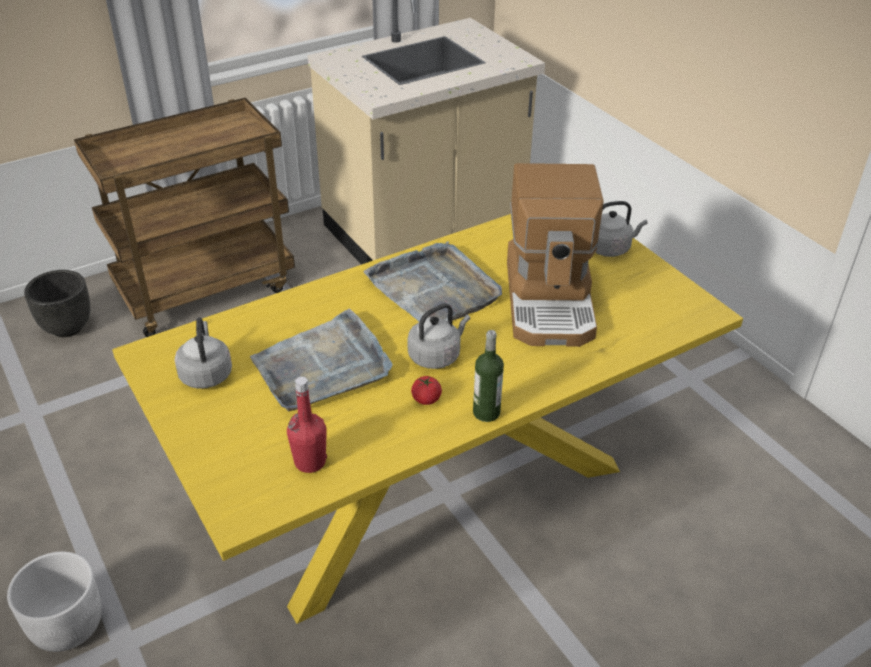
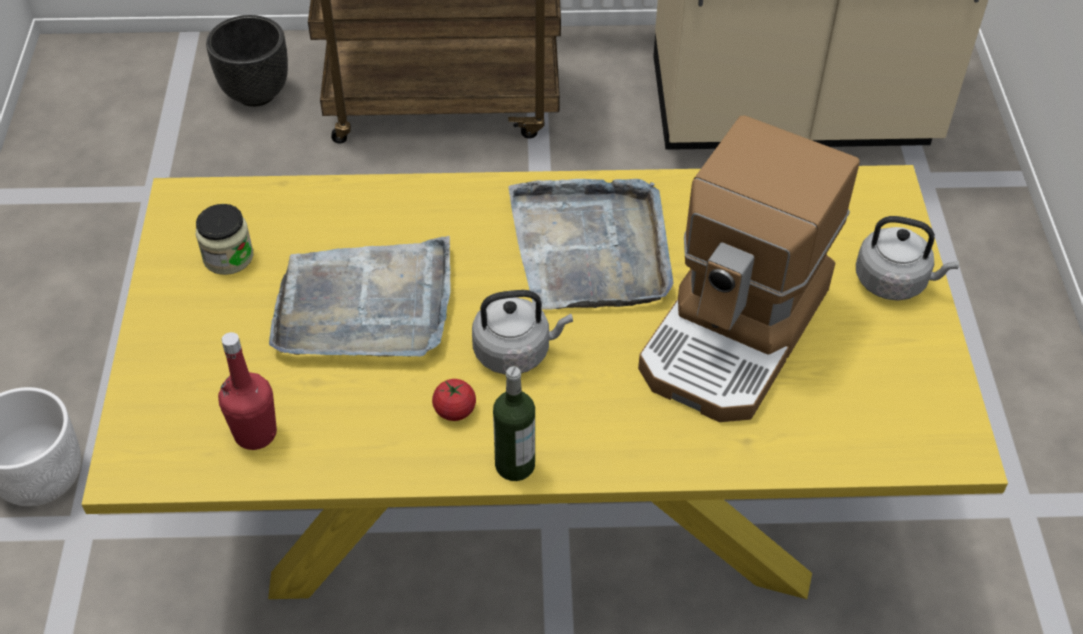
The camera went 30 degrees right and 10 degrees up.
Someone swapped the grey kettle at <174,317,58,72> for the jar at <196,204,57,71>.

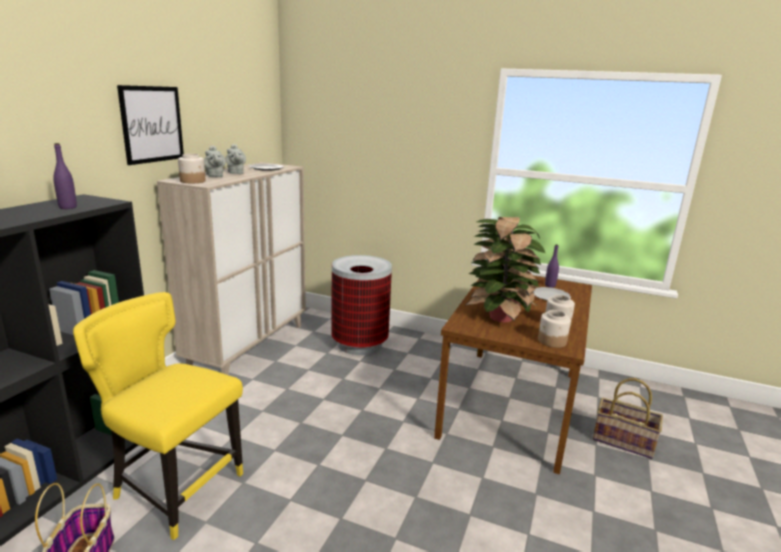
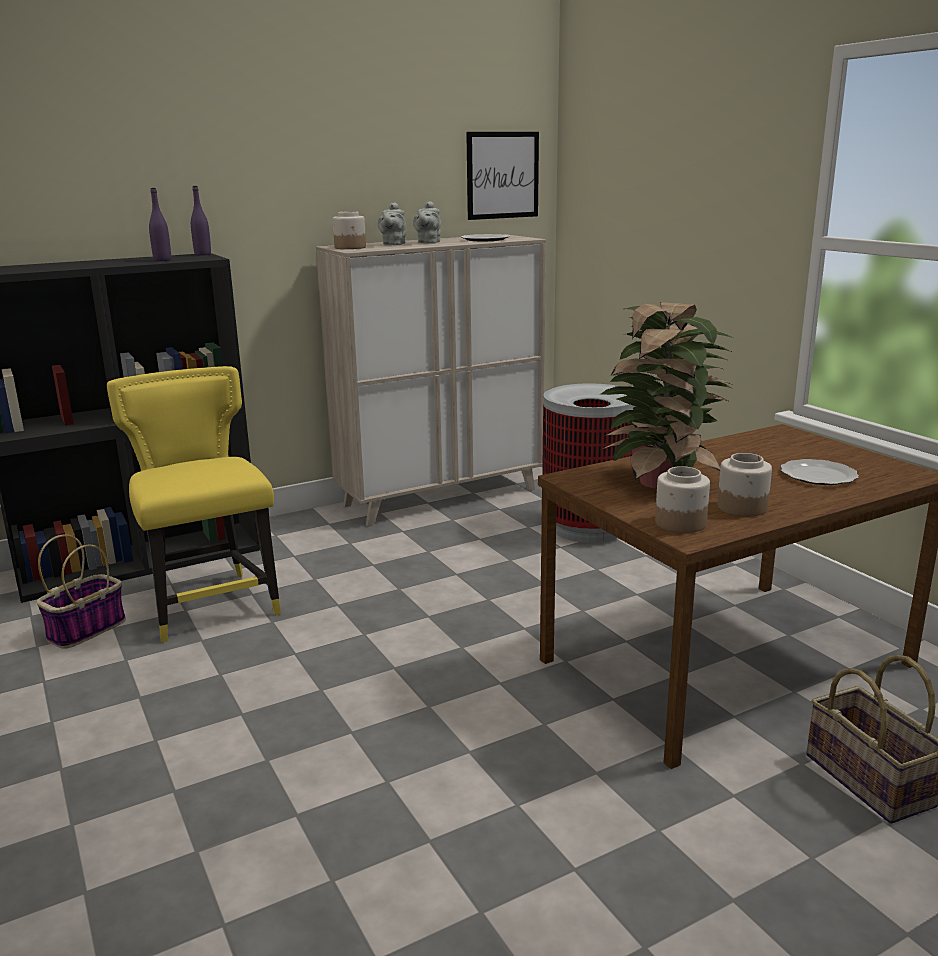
The camera went 40 degrees right and 0 degrees up.
Someone carried the purple bottle from <545,245,14,42> to <191,186,20,69>.
Someone carried the picture from <117,85,67,80> to <466,132,73,88>.

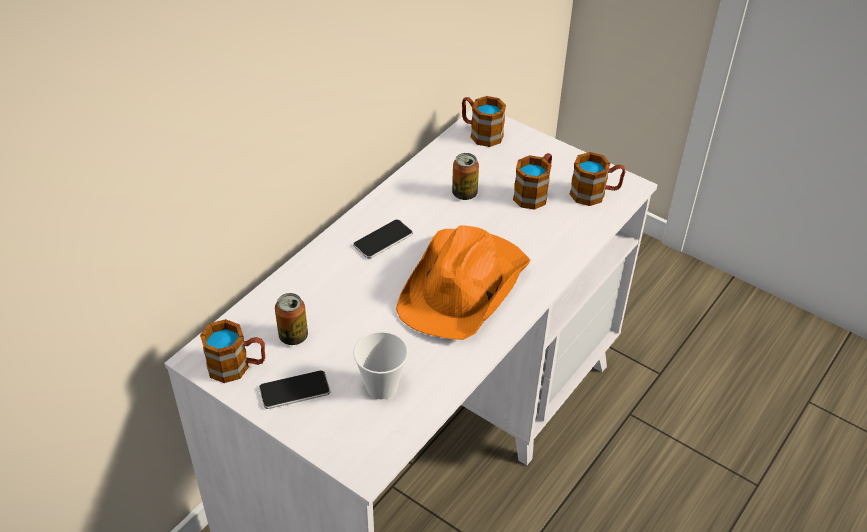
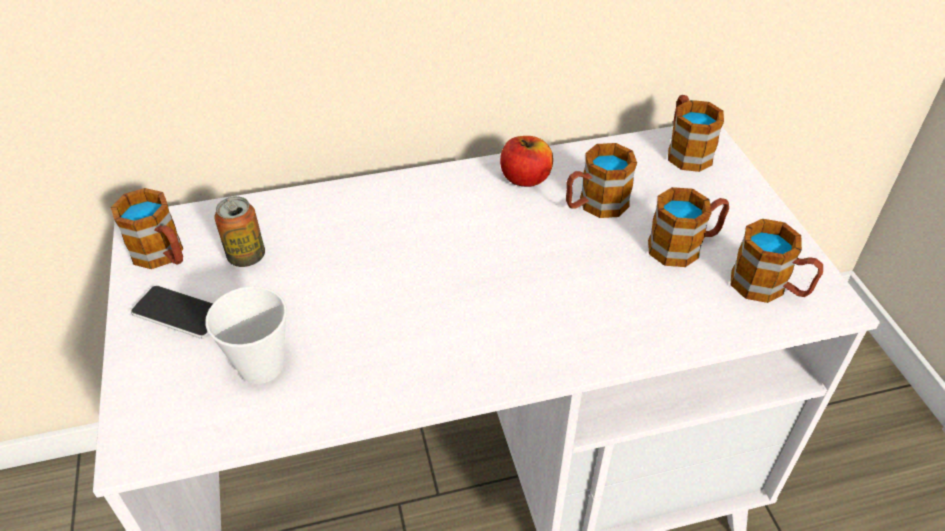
The camera went 40 degrees right and 0 degrees up.
Someone put down the apple at <500,136,53,51>.
Someone swapped the can at <452,153,27,47> for the mug at <566,143,71,75>.
Someone took away the phone at <353,219,60,40>.
Someone took away the orange hat at <396,225,134,115>.

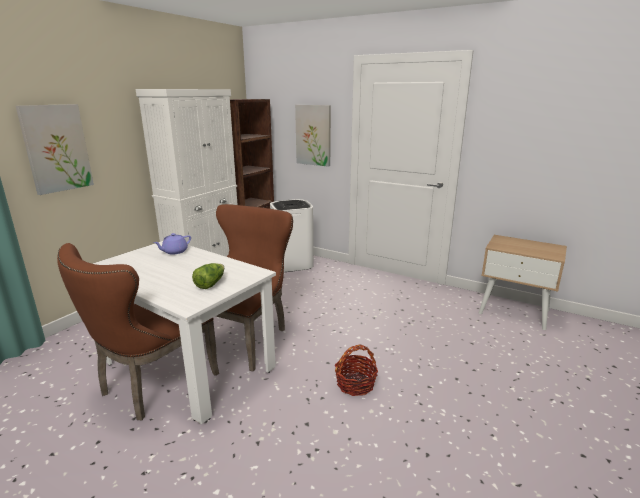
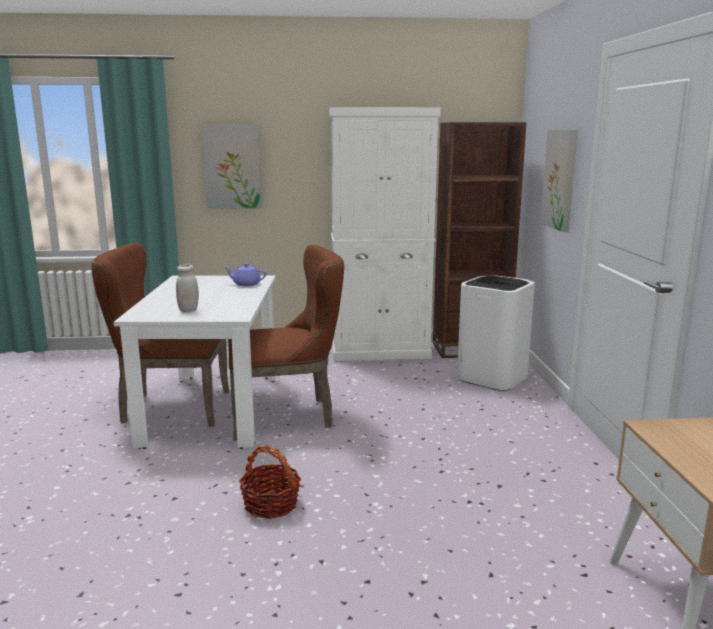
The camera went 55 degrees right and 5 degrees down.
Someone swapped the lettuce at <192,263,32,26> for the white jar at <176,264,23,49>.

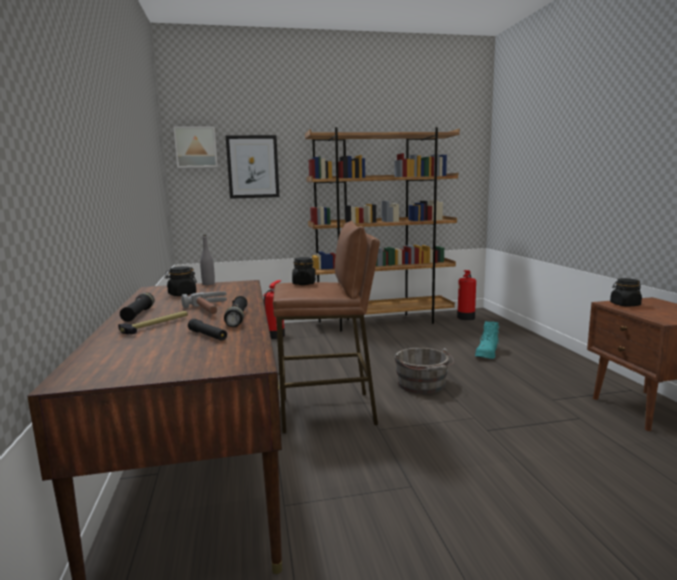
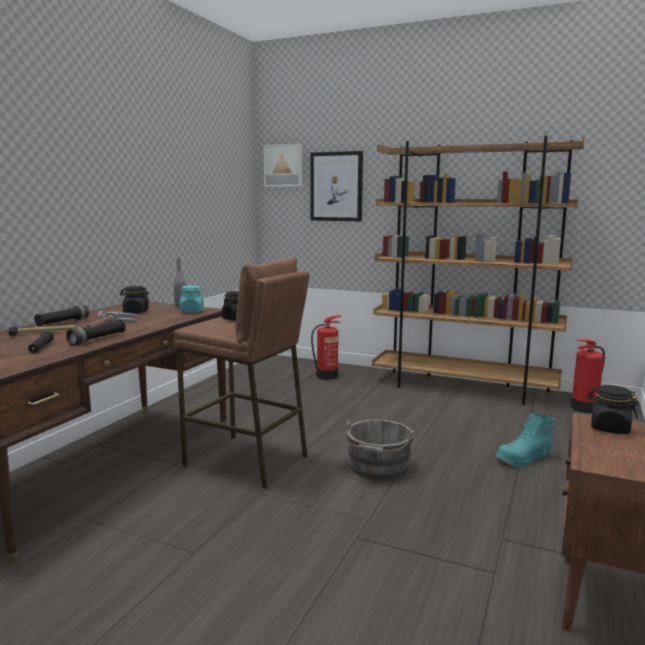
The camera went 35 degrees right and 0 degrees up.
Someone put down the turquoise jar at <180,285,24,28>.

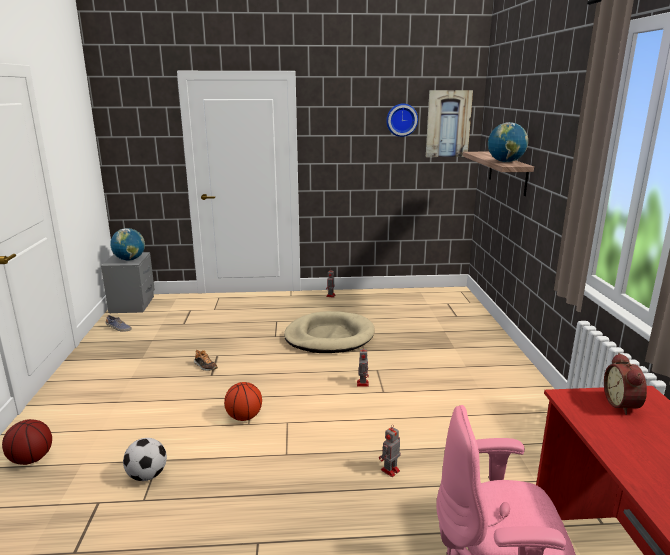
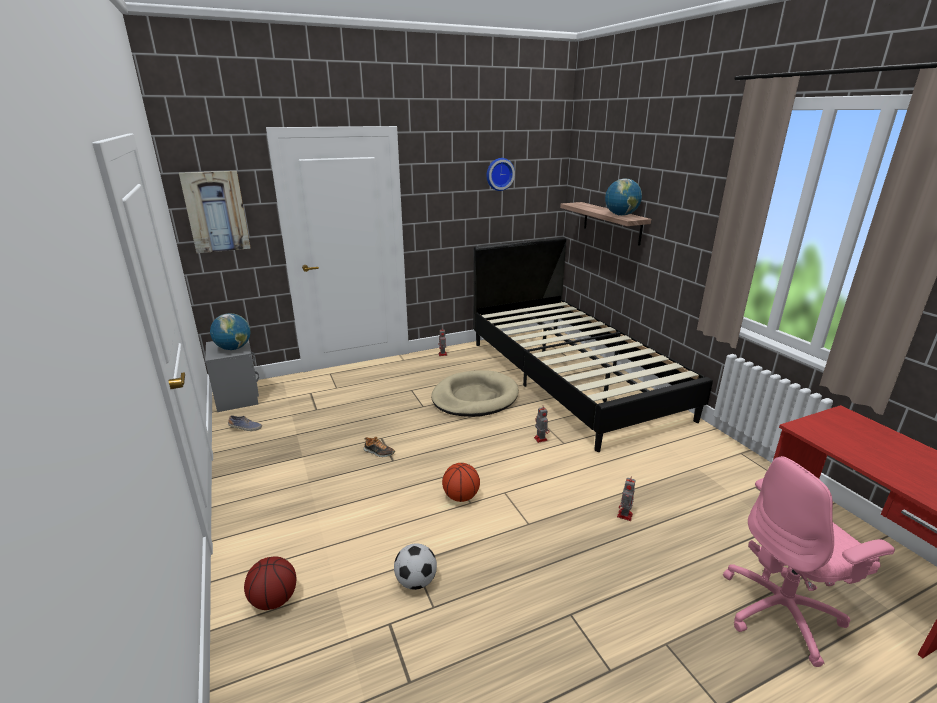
The camera went 20 degrees left and 5 degrees up.
Someone carried the picture from <426,90,47,67> to <179,171,72,82>.
Someone put down the black bed at <473,237,240,215>.
Someone took away the alarm clock at <604,353,43,62>.

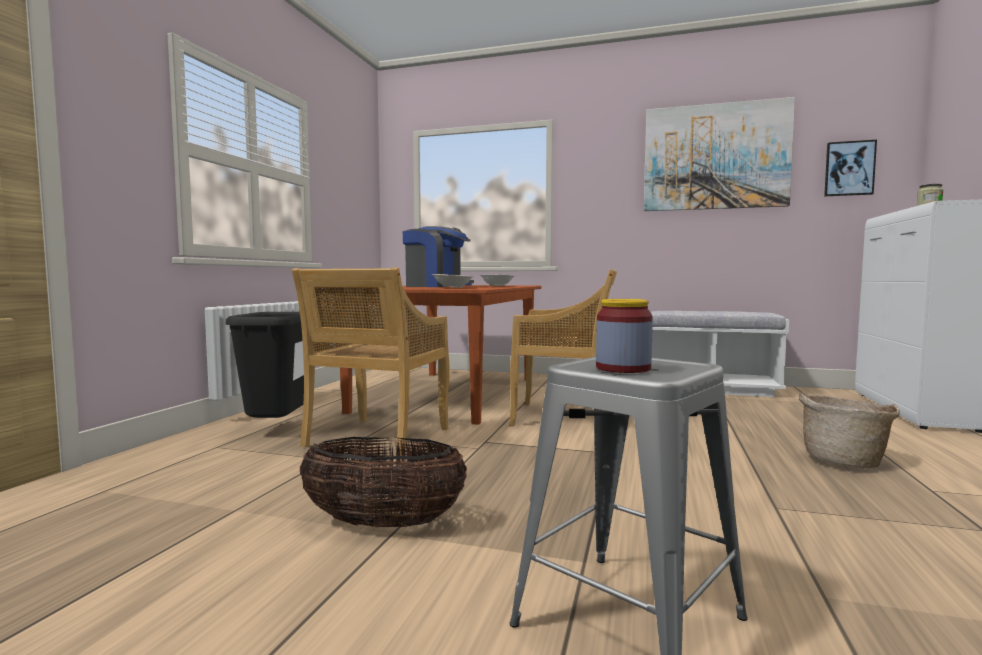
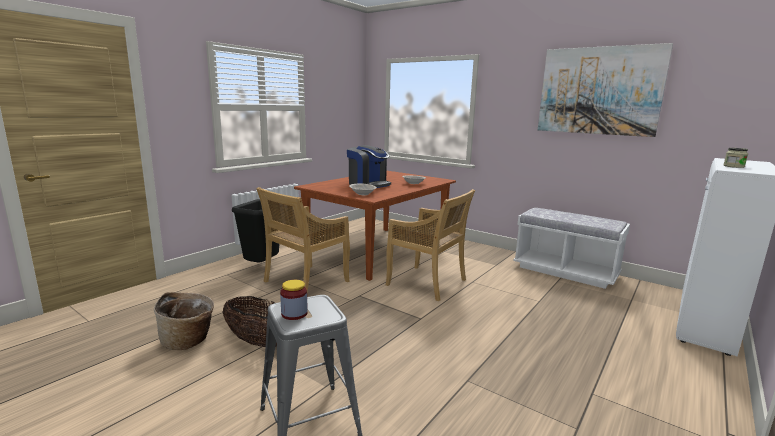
The camera went 20 degrees right and 10 degrees up.
Someone carried the basket from <799,393,101,75> to <154,292,60,58>.
Someone took away the picture at <824,140,53,56>.

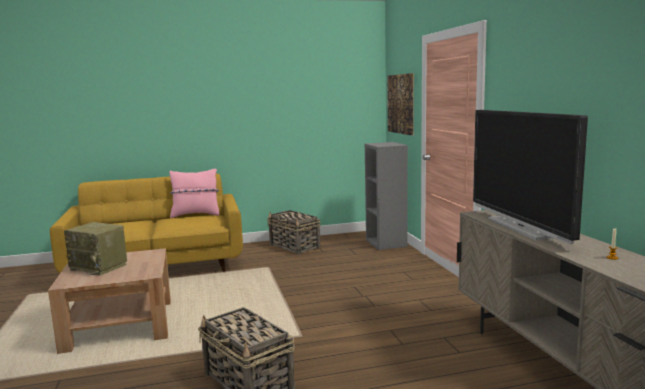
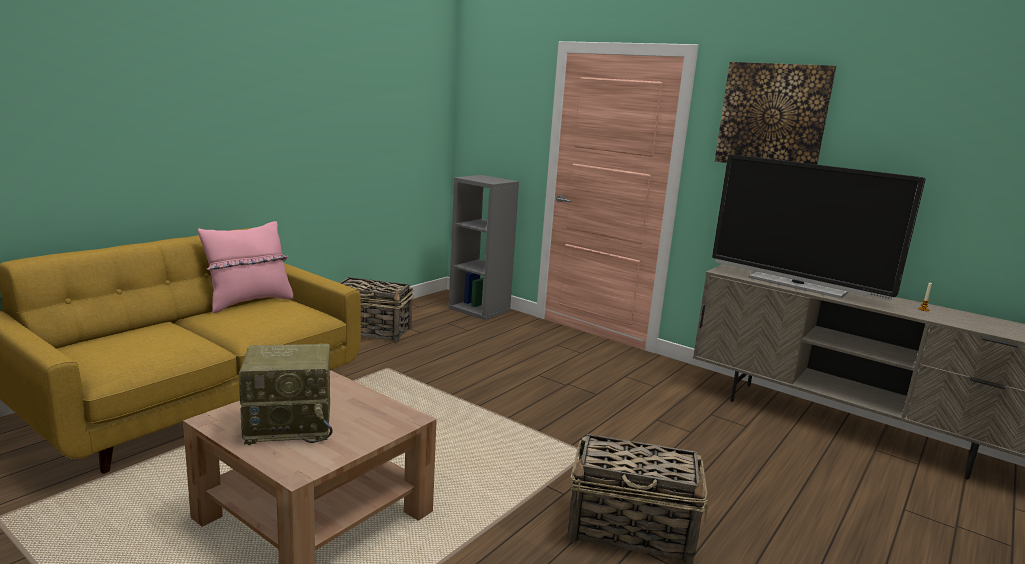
The camera went 40 degrees left and 5 degrees up.
Someone carried the picture from <387,73,27,62> to <715,62,121,103>.

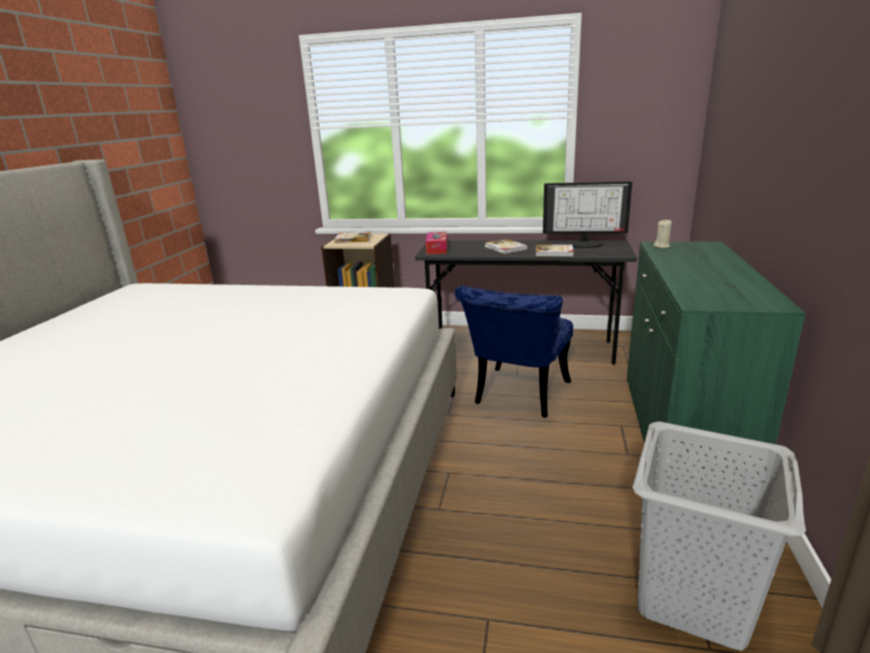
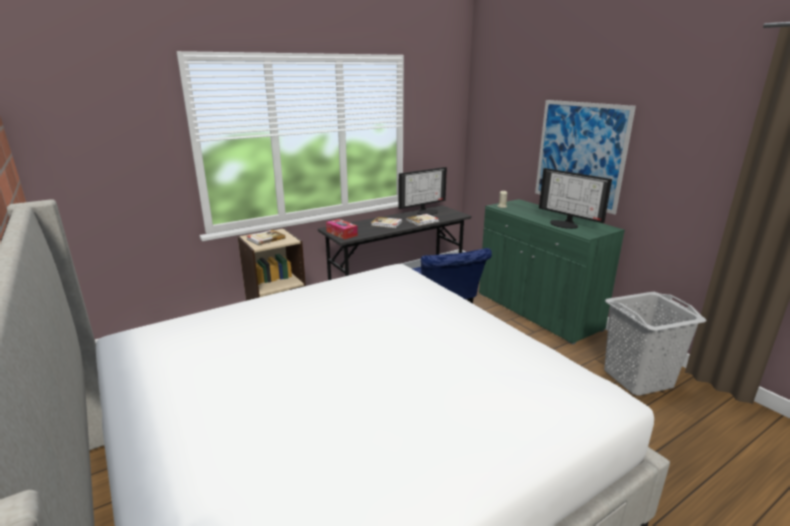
The camera went 45 degrees left and 0 degrees up.
Someone put up the picture at <535,100,101,115>.
Someone put down the monitor at <539,168,73,61>.

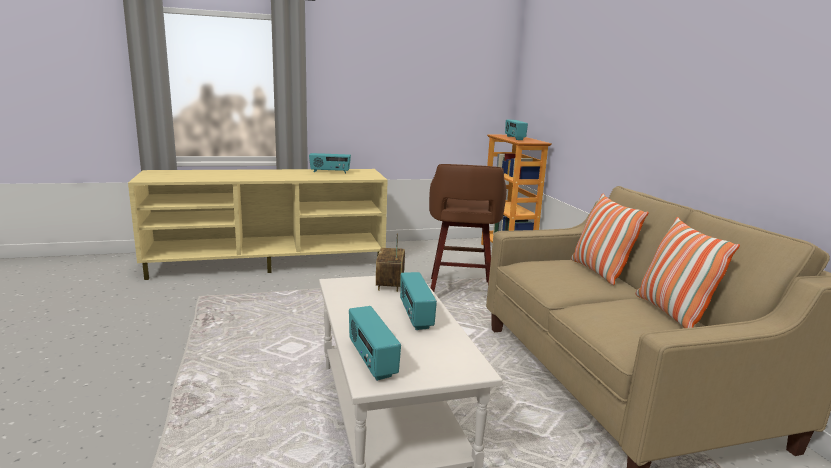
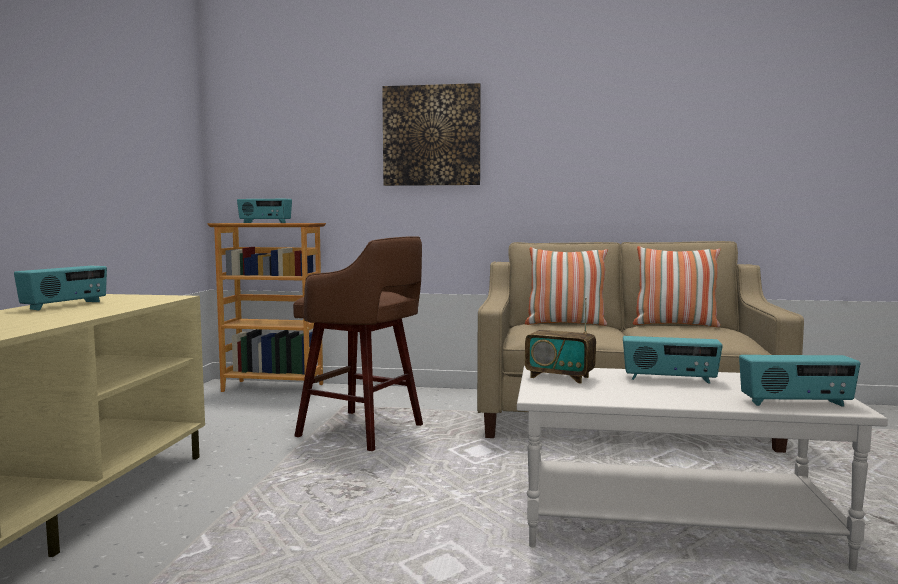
The camera went 65 degrees left and 10 degrees down.
Someone put up the picture at <382,83,99,103>.

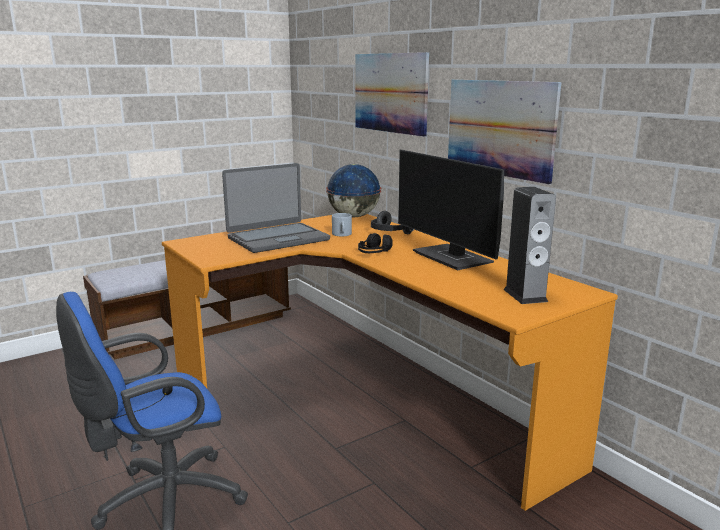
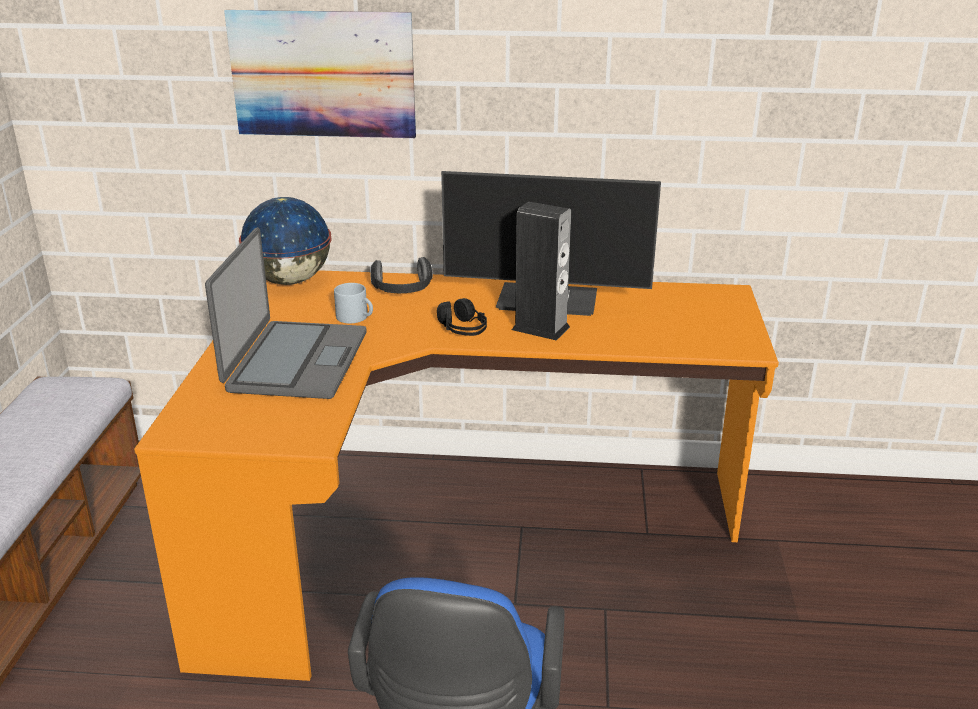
The camera went 50 degrees left and 10 degrees up.
Someone carried the speaker from <503,187,53,117> to <512,202,59,139>.
Someone took away the picture at <448,80,114,104>.

